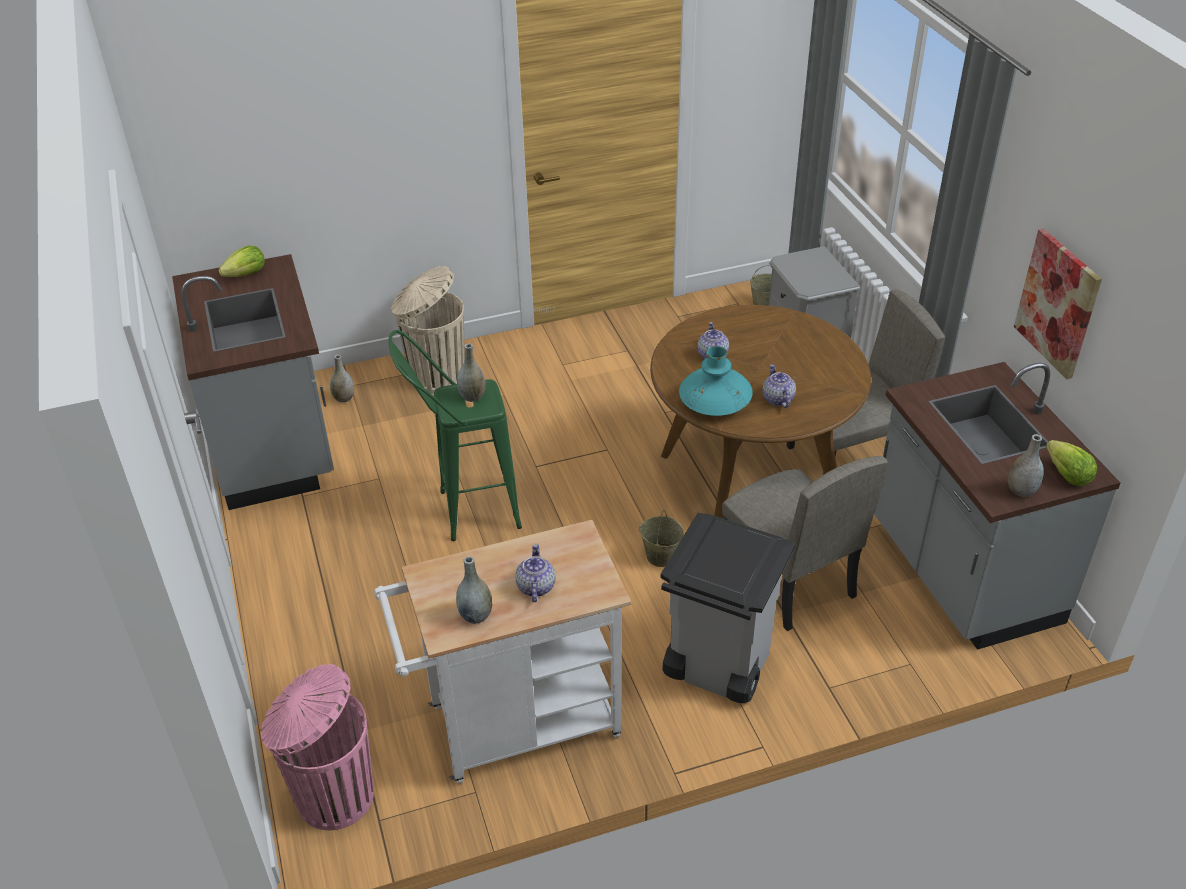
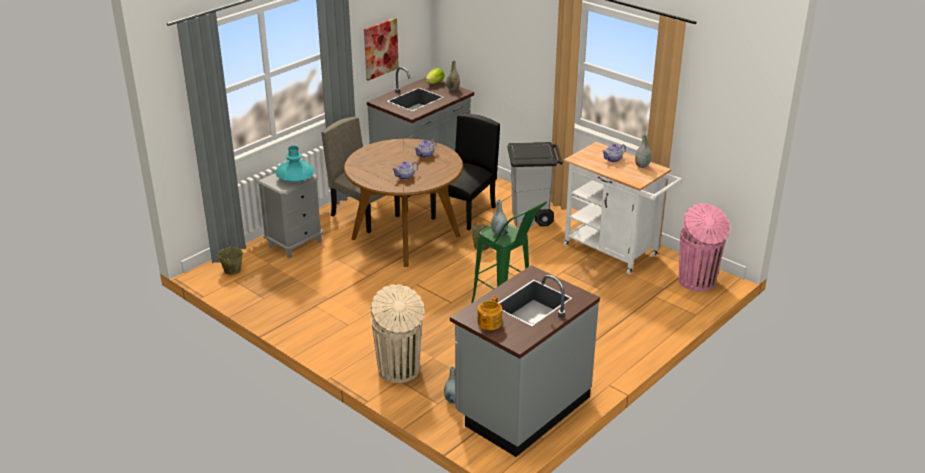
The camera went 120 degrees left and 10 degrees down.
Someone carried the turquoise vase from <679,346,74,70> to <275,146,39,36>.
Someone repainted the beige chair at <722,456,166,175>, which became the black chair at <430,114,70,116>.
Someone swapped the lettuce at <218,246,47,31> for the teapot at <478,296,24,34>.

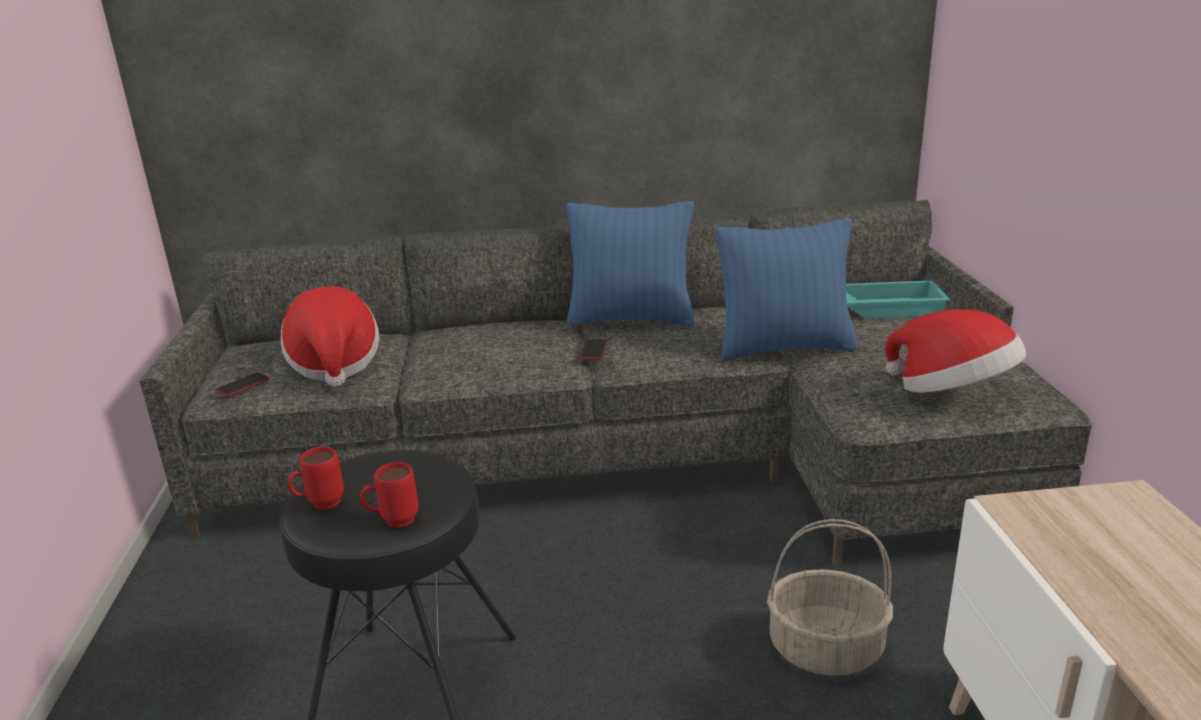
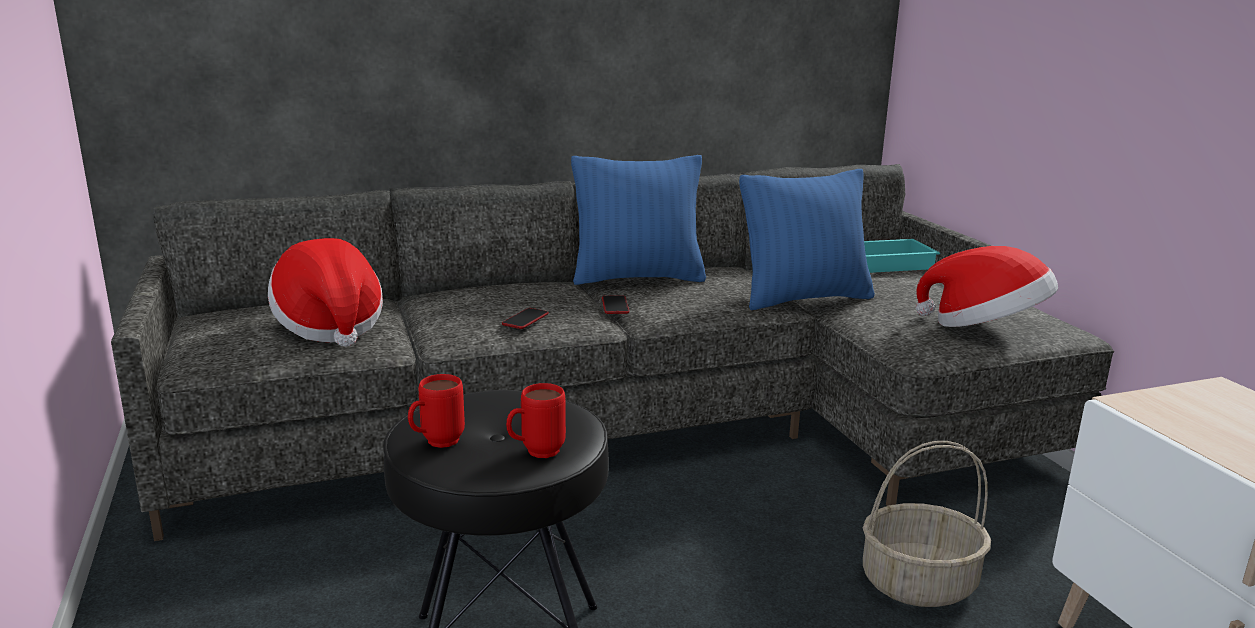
The camera went 15 degrees left and 5 degrees down.
Someone carried the phone from <215,372,54,25> to <502,308,47,21>.

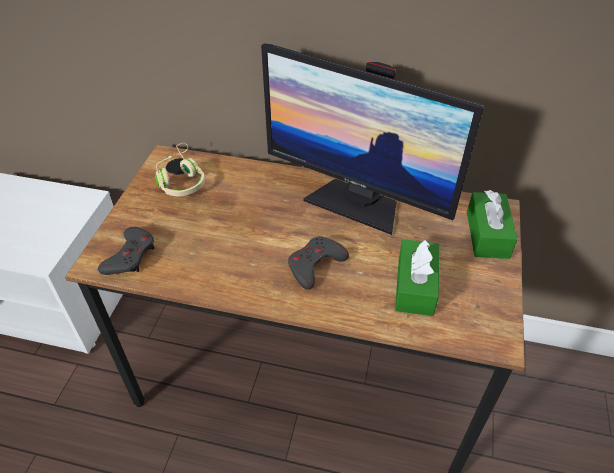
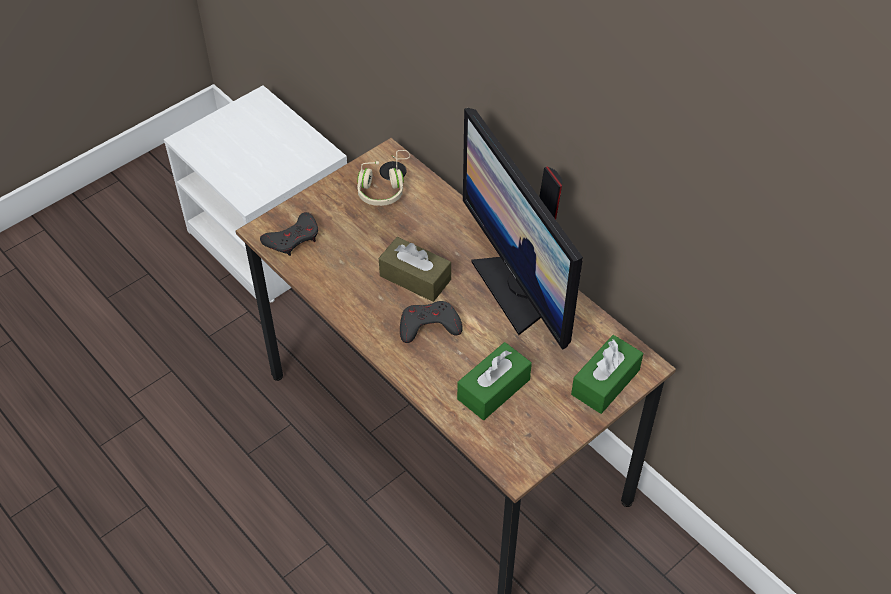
The camera went 35 degrees right and 5 degrees up.
Someone put down the brown tissue box at <379,237,72,65>.

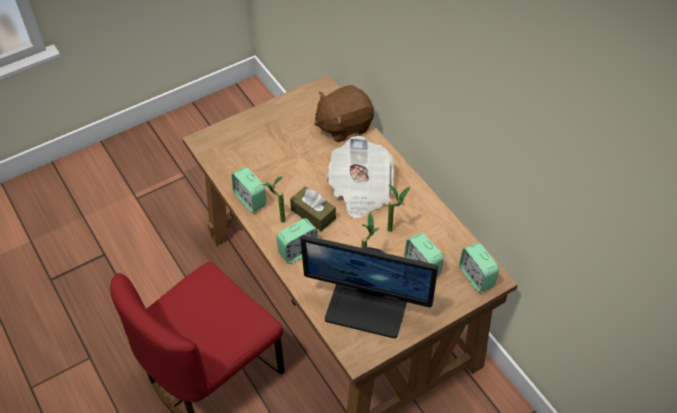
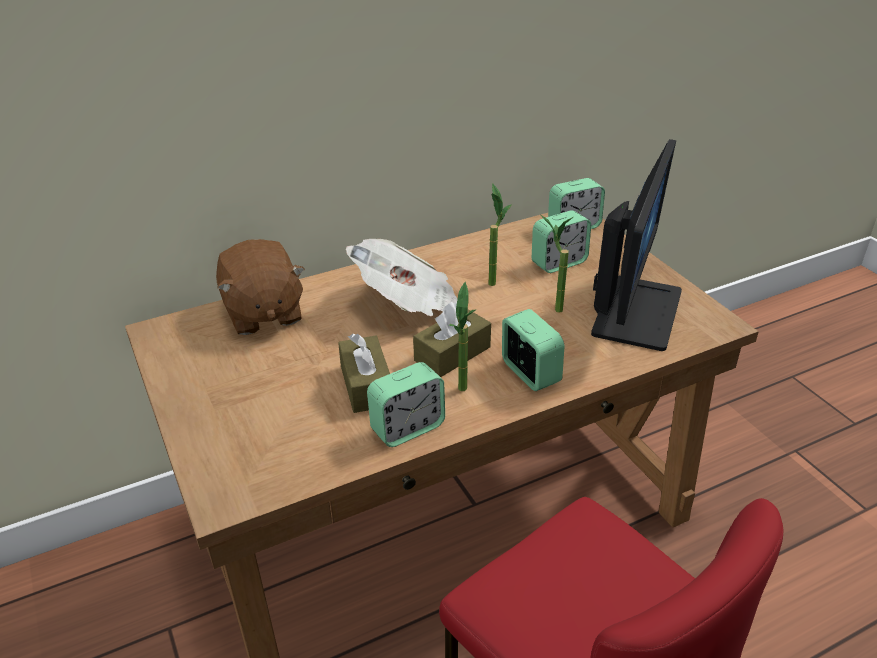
The camera went 85 degrees left and 15 degrees down.
Someone put down the brown tissue box at <338,334,52,79>.

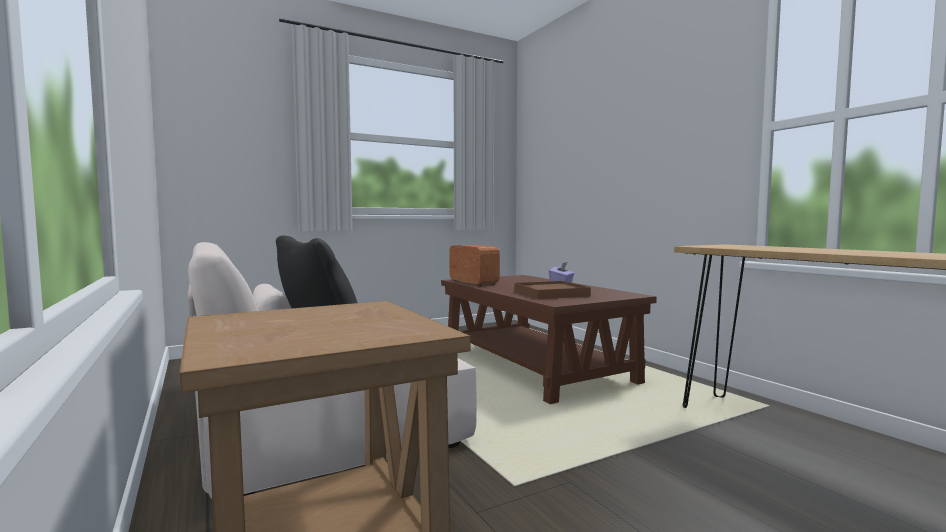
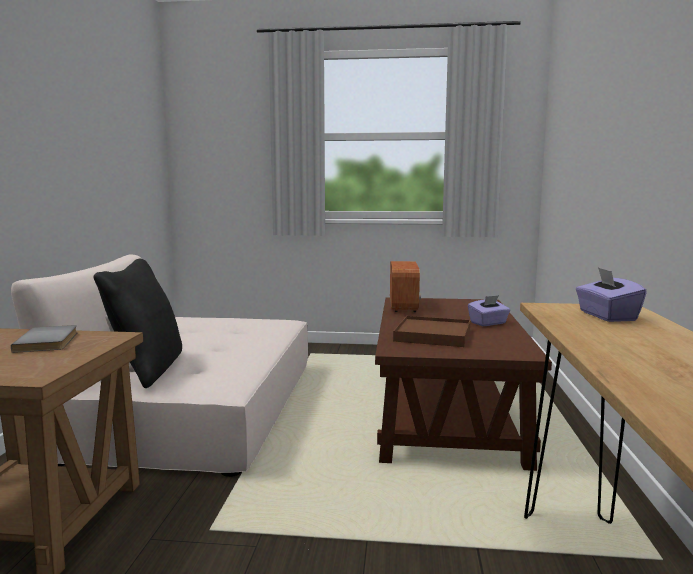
The camera went 35 degrees right and 5 degrees up.
Someone put down the grey book at <11,325,66,28>.
Someone put down the purple tissue box at <576,267,71,55>.

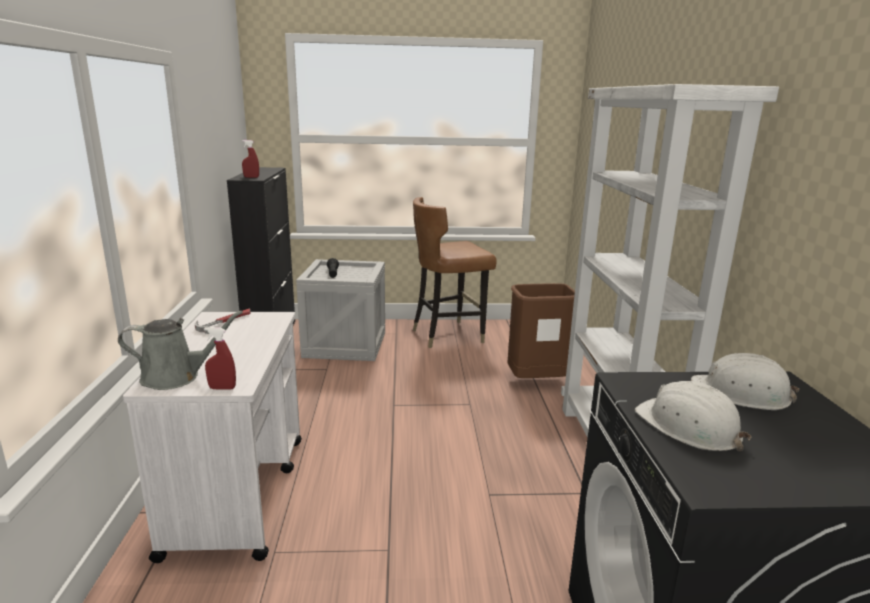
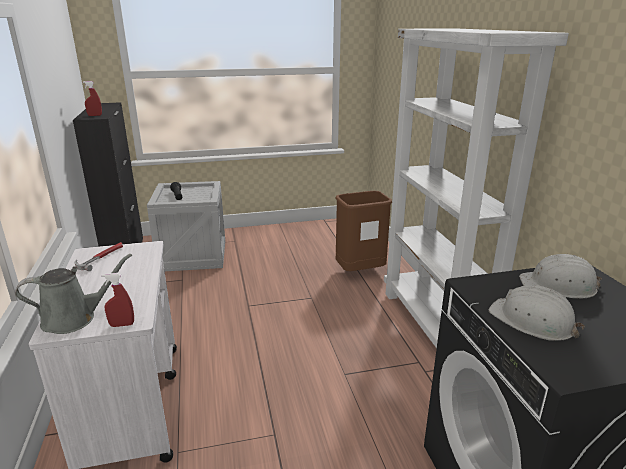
The camera went 10 degrees left and 5 degrees up.
Someone took away the brown chair at <413,197,84,151>.

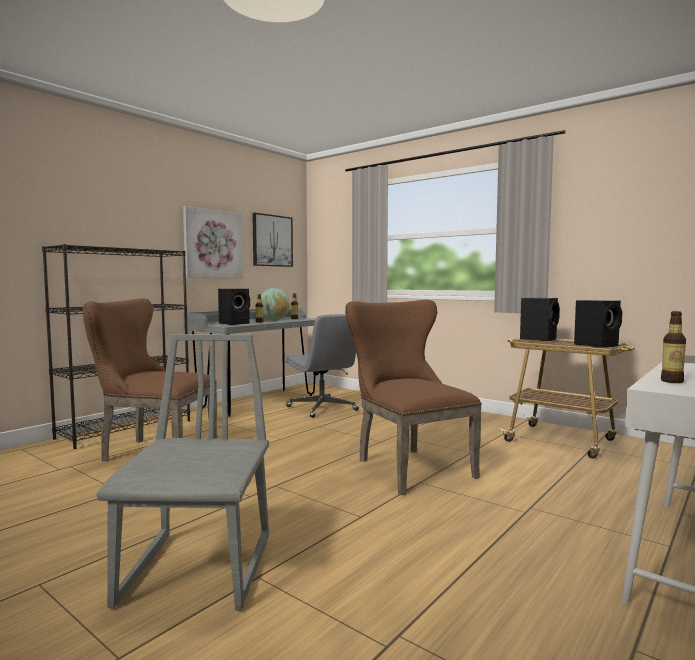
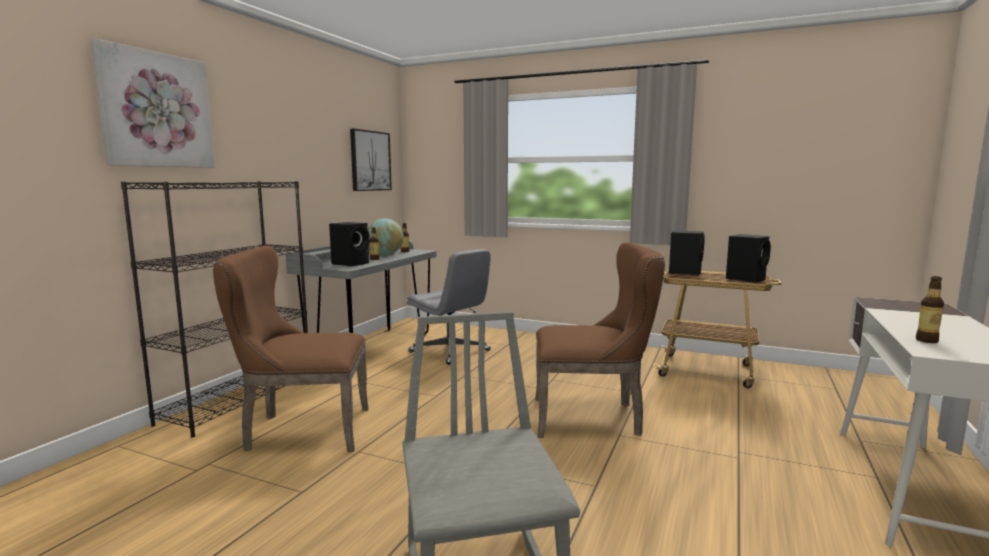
The camera went 15 degrees left and 5 degrees up.
Someone carried the picture from <183,206,60,72> to <91,38,124,130>.
Someone rotated the brown chair at <345,300,137,195> by 135 degrees clockwise.

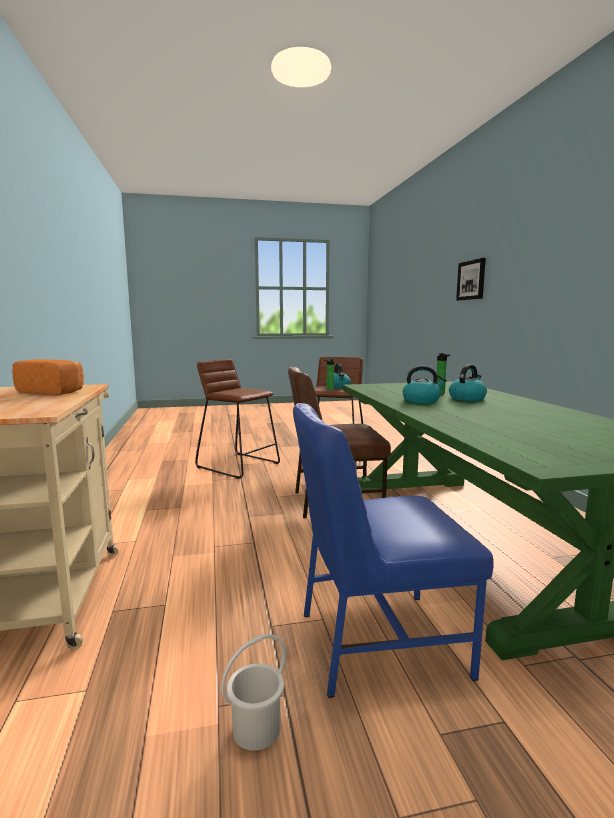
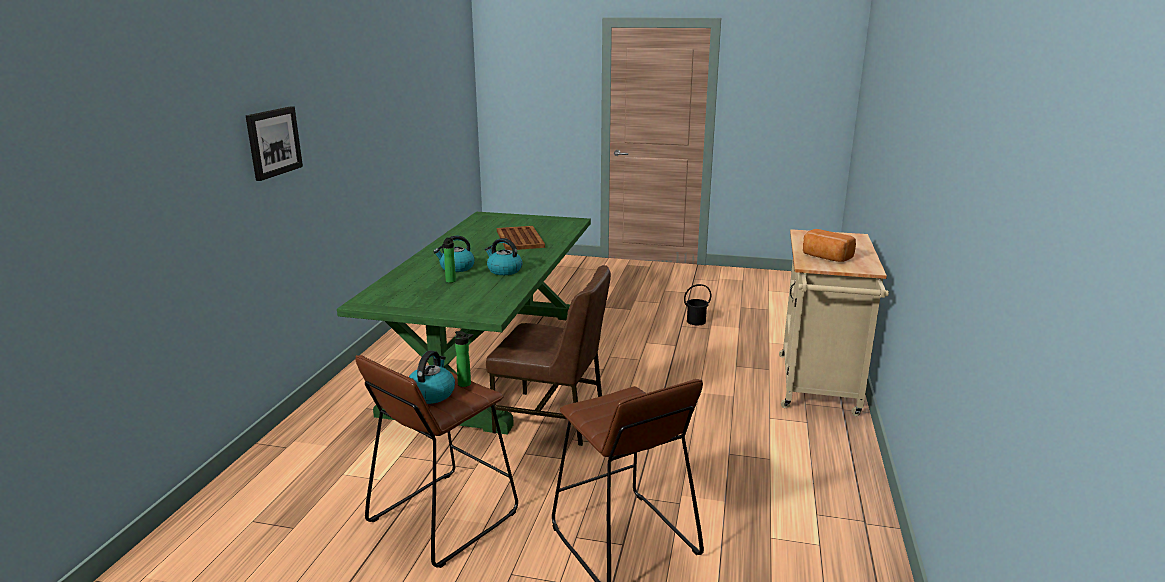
The camera went 155 degrees left and 10 degrees up.
Someone carried the picture from <456,258,30,43> to <246,107,57,74>.
Someone put down the brown tray at <497,226,48,24>.
Someone repainted the white bucket at <221,634,65,117>, which became the black bucket at <684,284,27,41>.
Someone took away the blue chair at <293,403,201,295>.

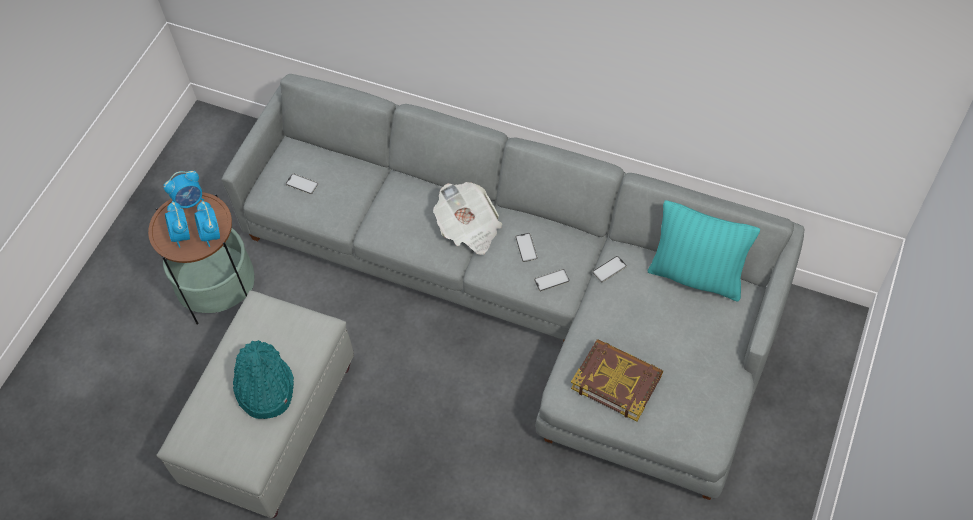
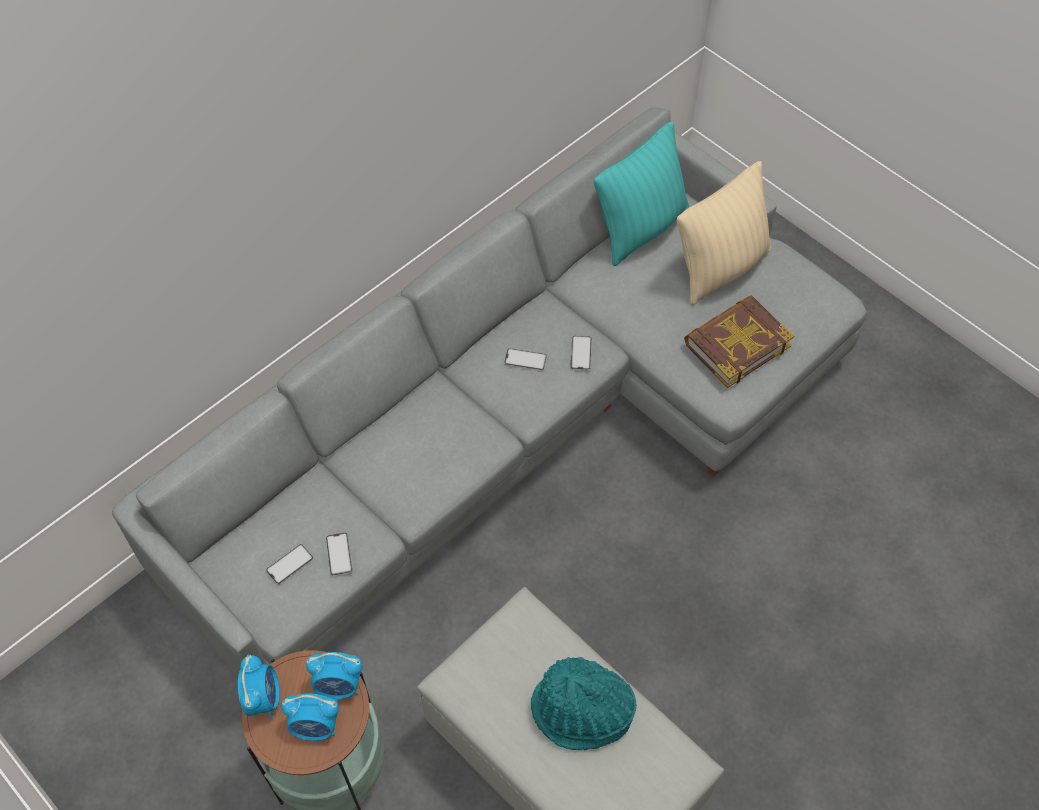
The camera went 70 degrees left and 0 degrees up.
Someone carried the phone from <593,256,34,26> to <326,533,26,42>.
Someone put down the beige pillow at <677,161,95,144>.
Someone took away the newspaper at <433,182,69,73>.

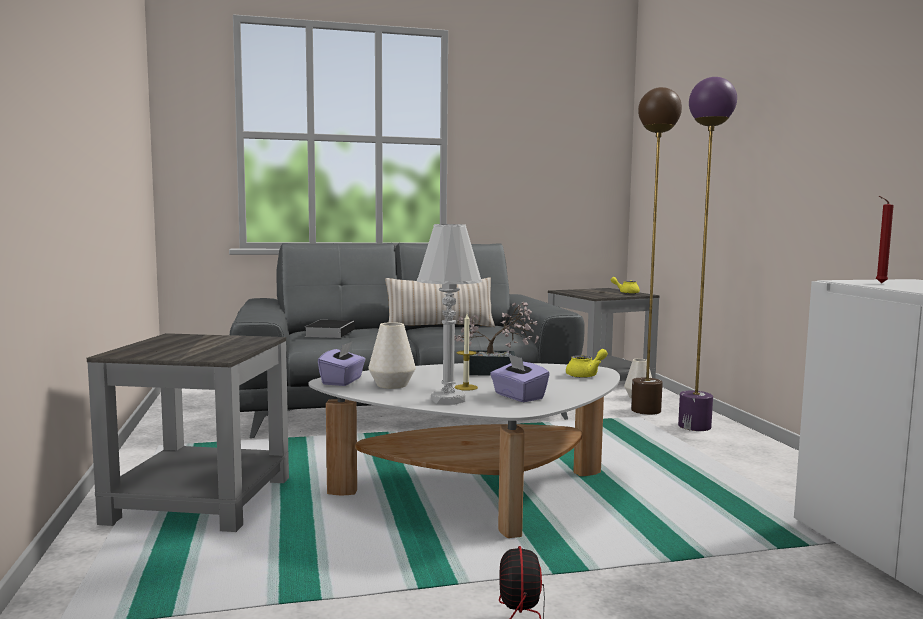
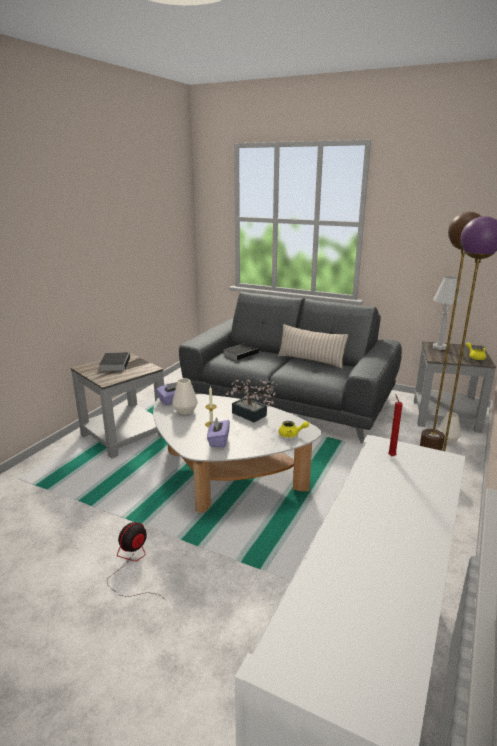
The camera went 40 degrees right and 15 degrees up.
Someone put down the book at <99,352,31,19>.
Someone carried the white table lamp from <417,224,65,181> to <433,276,29,74>.

